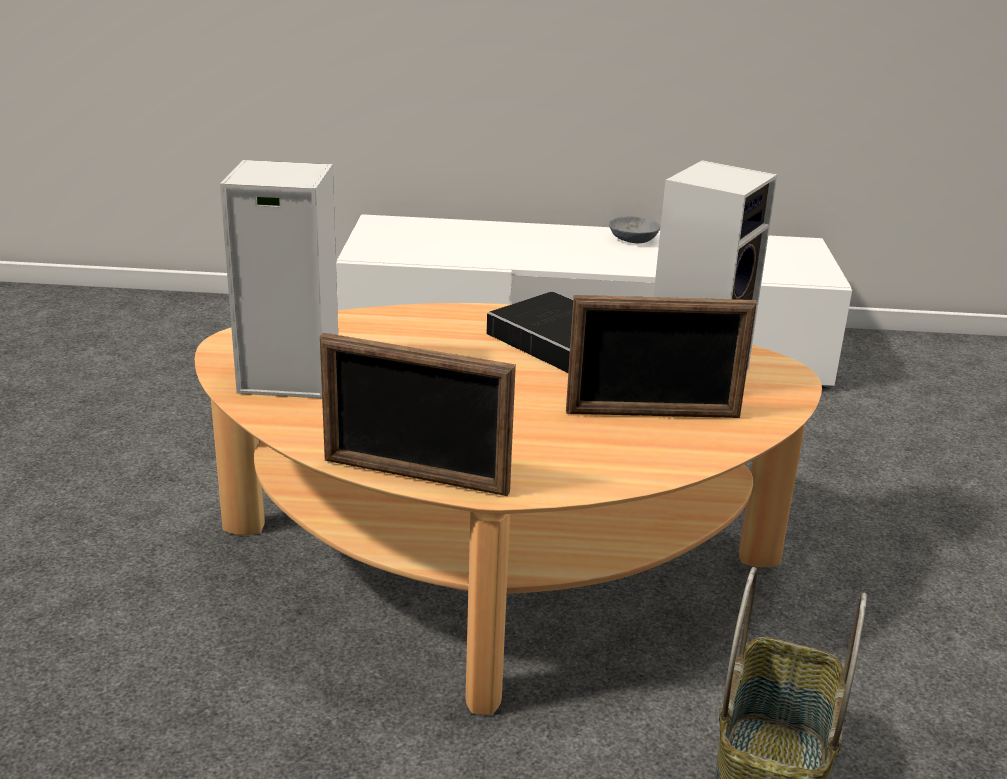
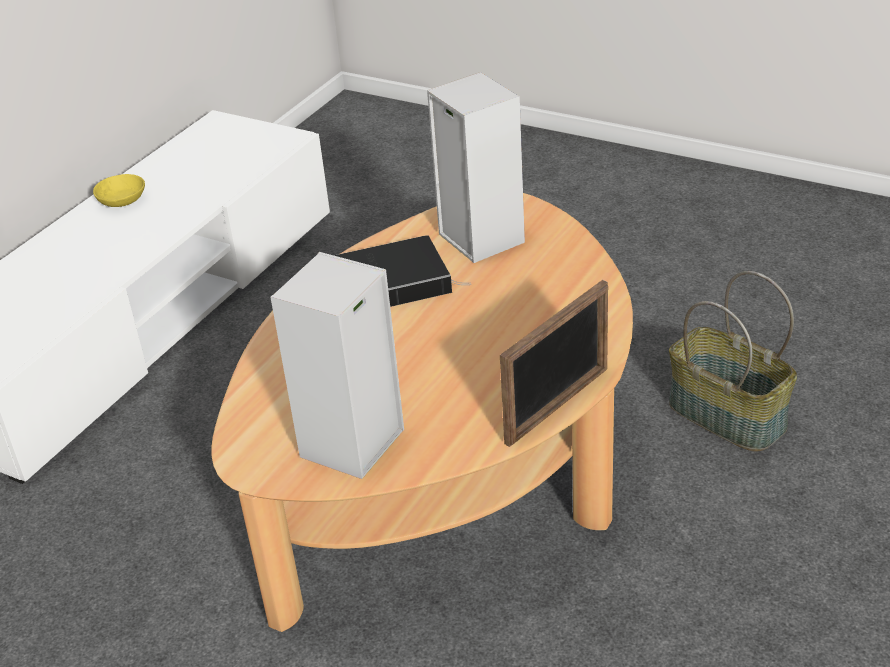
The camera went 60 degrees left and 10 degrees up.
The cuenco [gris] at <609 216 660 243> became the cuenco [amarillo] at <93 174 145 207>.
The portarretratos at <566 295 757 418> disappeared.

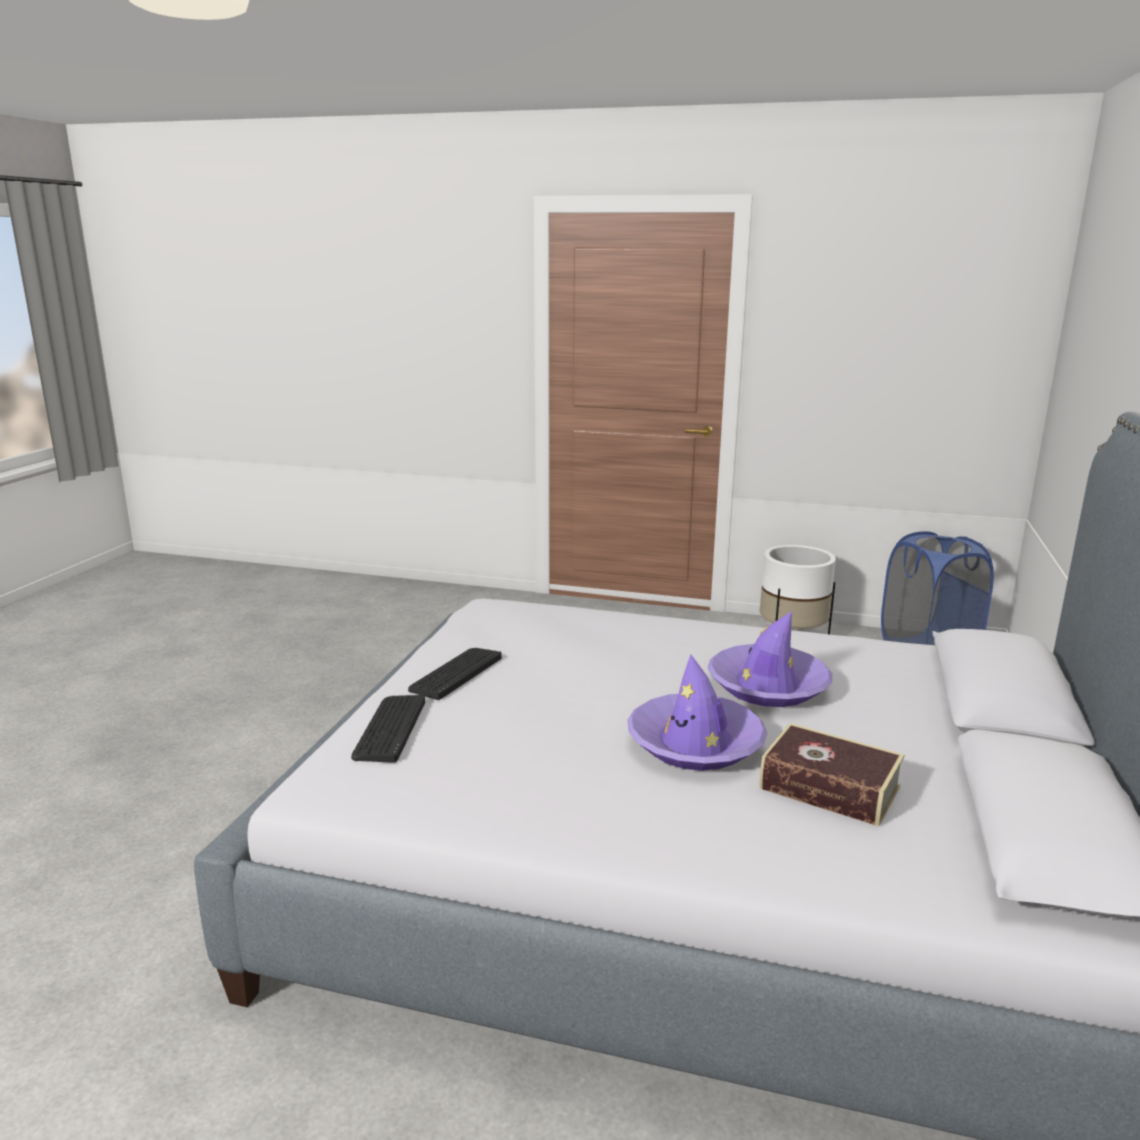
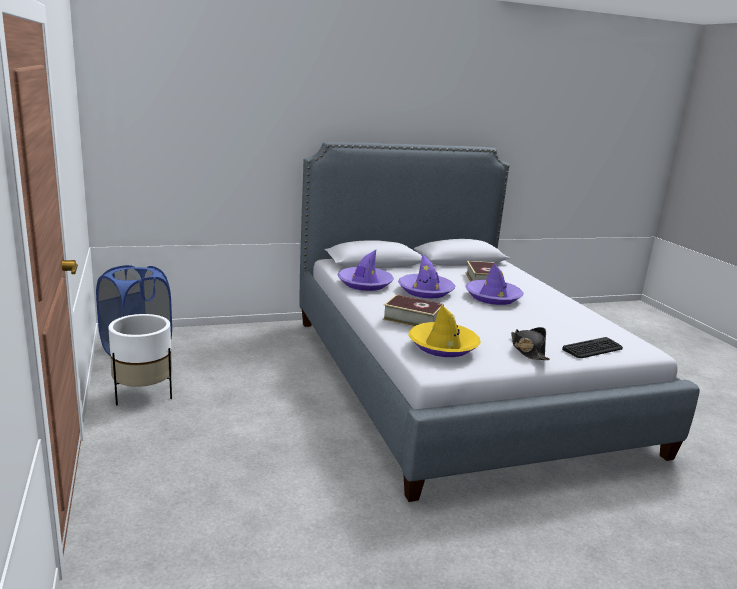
The camera went 125 degrees left and 0 degrees up.
The teclado at <408 648 502 700> was replaced by the sombrero [negro] at <511 327 550 360>.
The sombrero [morado] at <337 250 394 291> appeared.
The libro at <383 294 444 327> appeared.
The sombrero [amarillo] at <409 305 481 357> appeared.

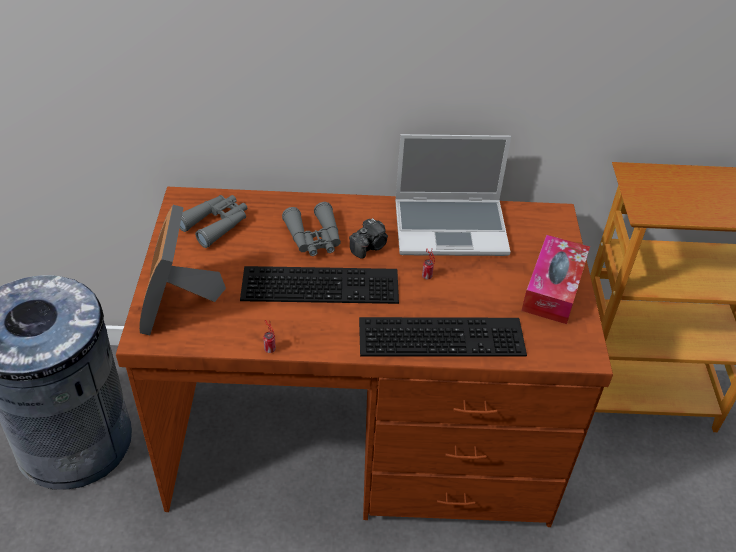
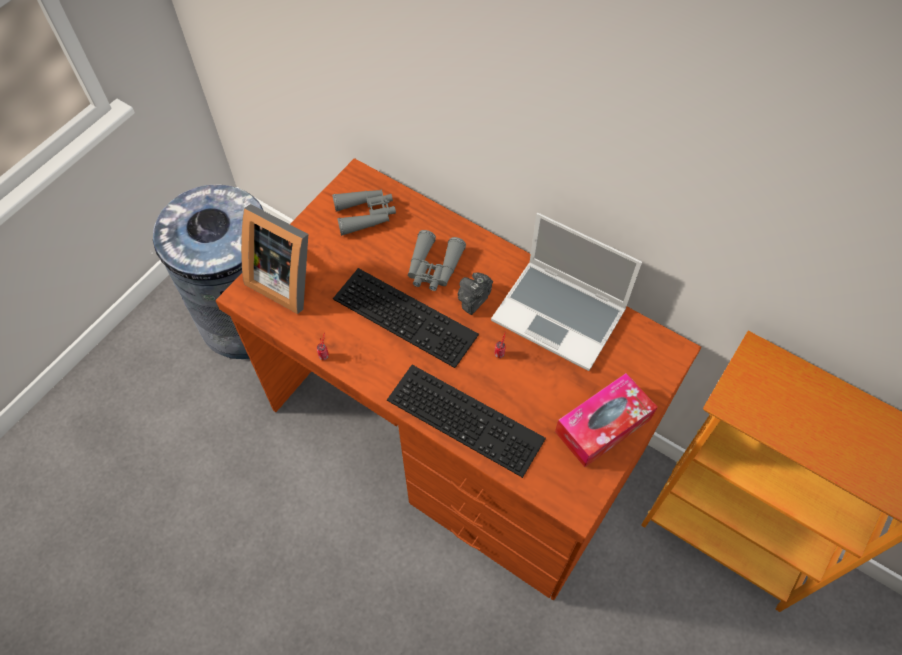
The camera went 35 degrees right and 15 degrees up.
The portarretratos at <139 205 226 335> turned 90 degrees counterclockwise.
The cámara at <349 218 388 259> turned 135 degrees clockwise.

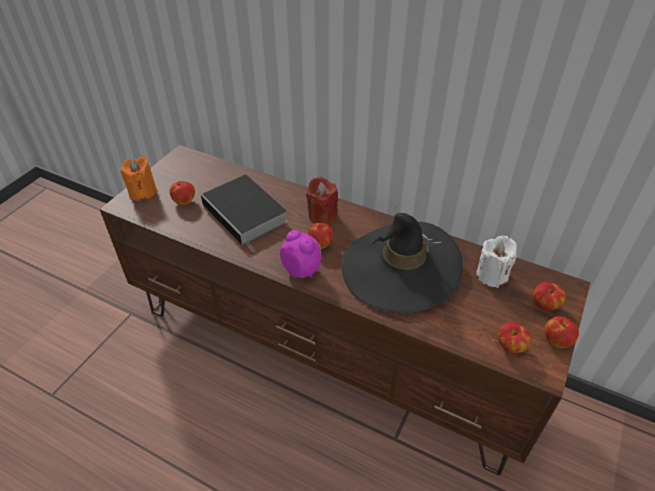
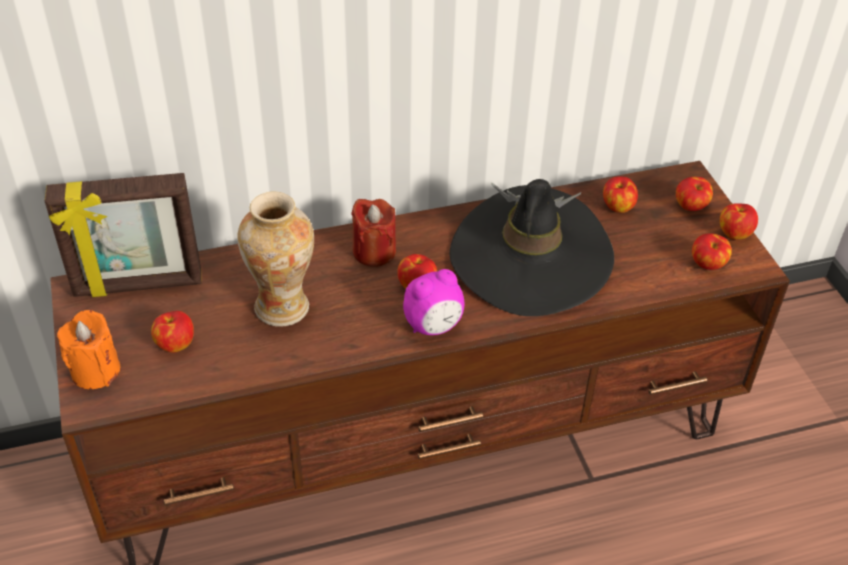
The camera went 45 degrees left and 0 degrees up.
The libro at <201 175 287 252> was replaced by the florero at <238 191 314 327>.
The despertador at <280 230 321 278> turned 150 degrees clockwise.
The vela [blanco] at <476 235 517 288> was replaced by the manzana at <603 176 638 213>.
The portarretratos at <44 173 202 297> appeared.

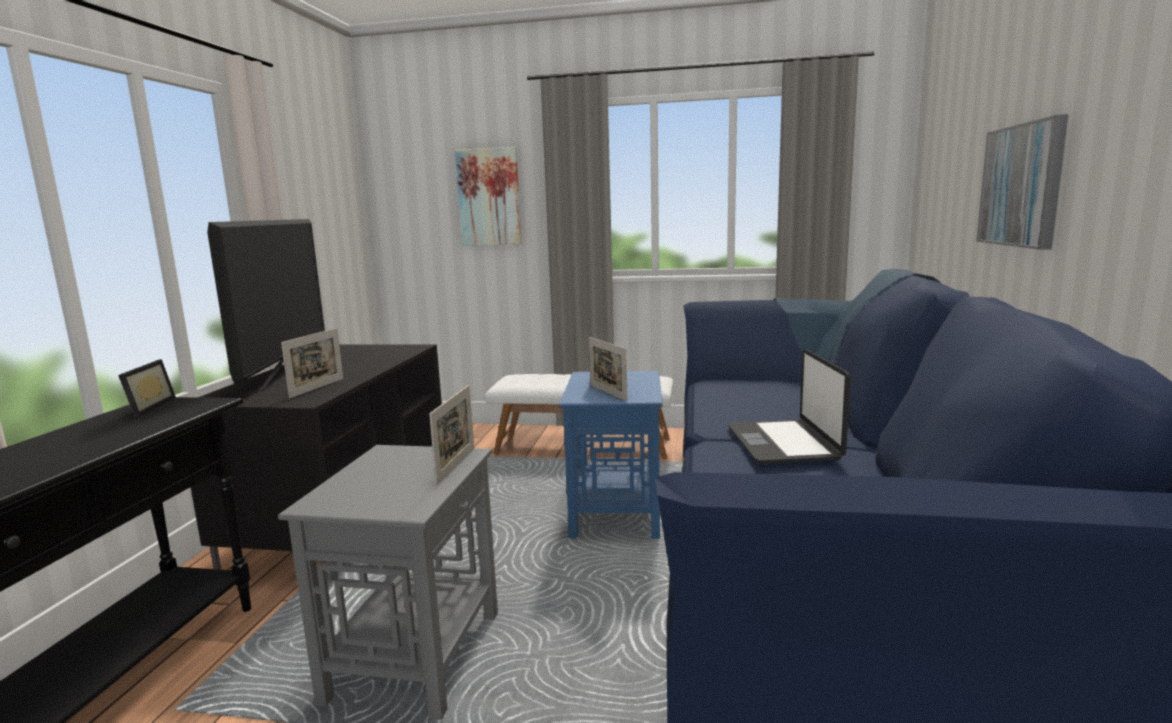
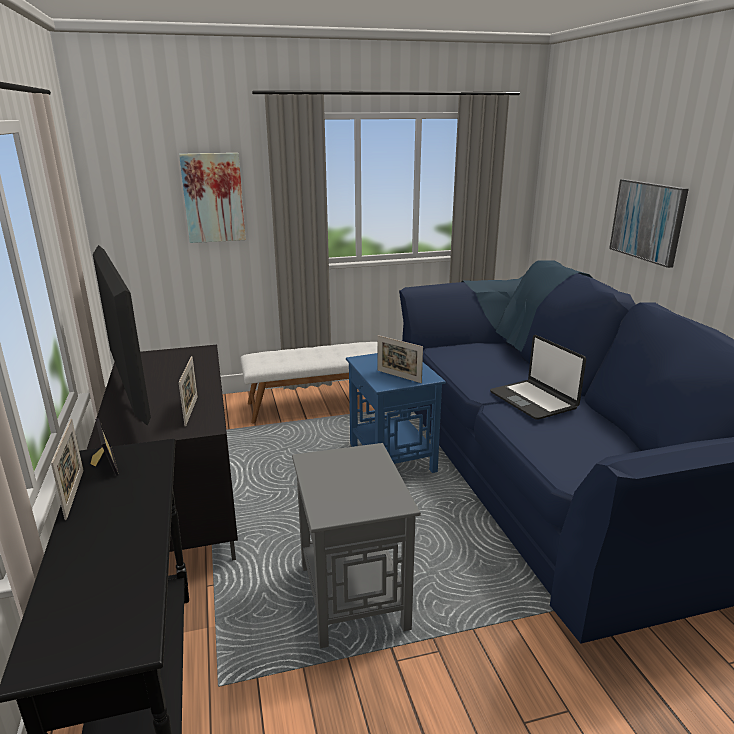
The camera went 25 degrees left and 10 degrees up.
The portarretratos moved from <429 385 474 486> to <51 419 84 520>.

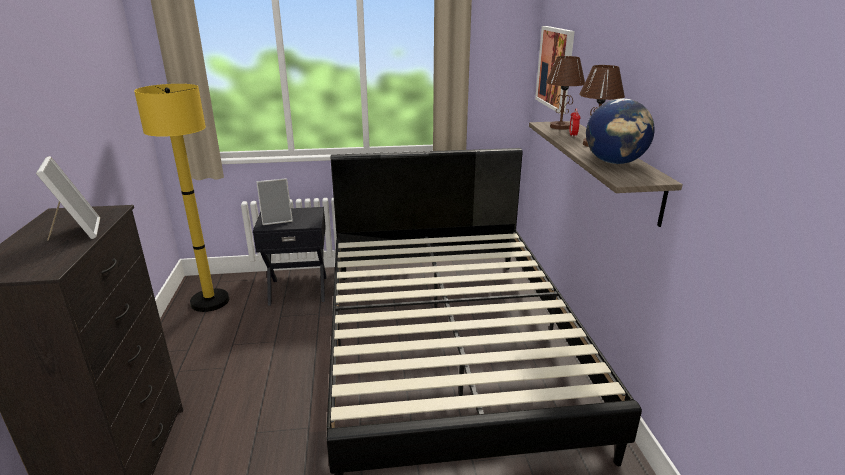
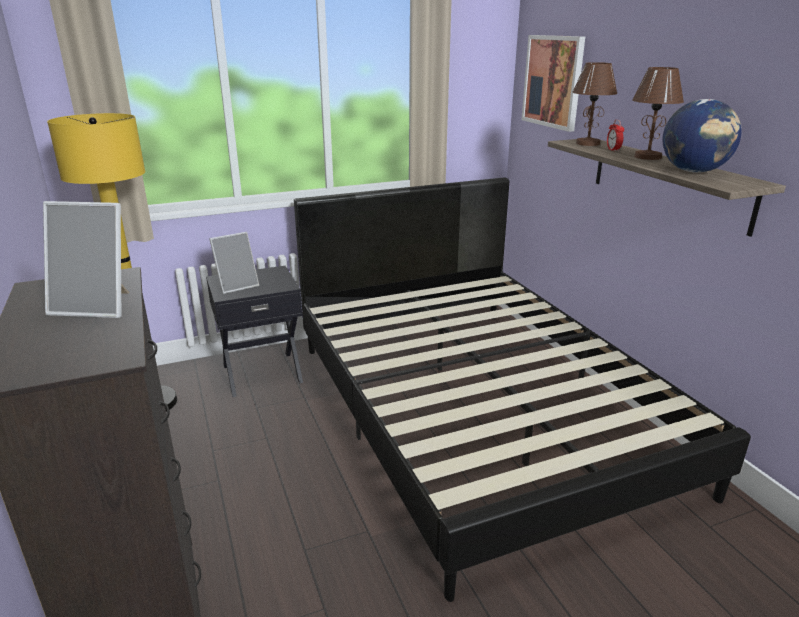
The camera went 15 degrees left and 0 degrees up.
The portarretratos at <36 156 100 240> turned 135 degrees clockwise.

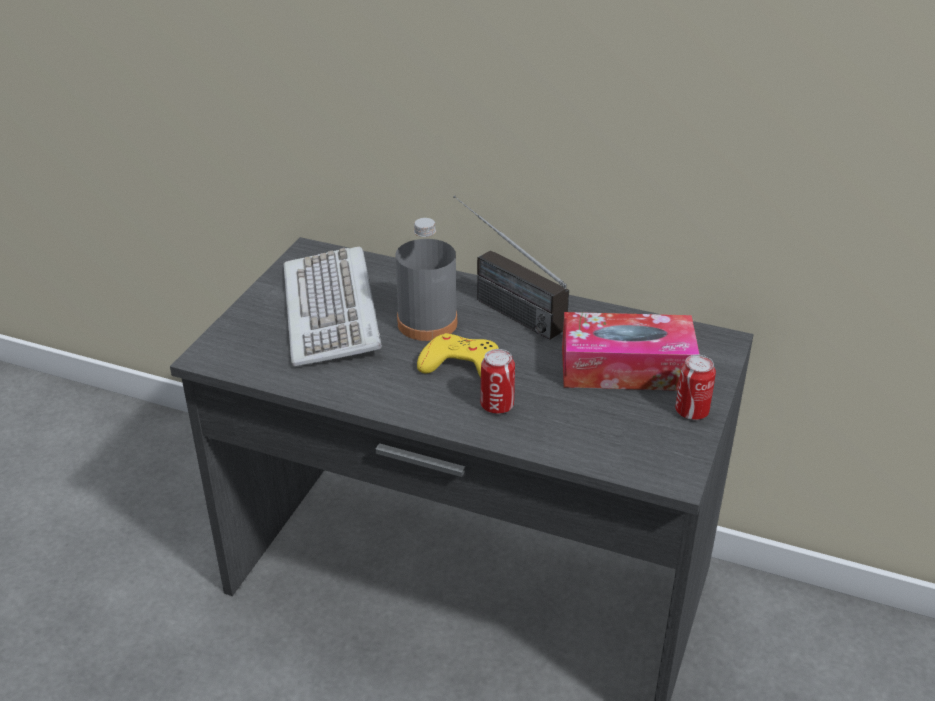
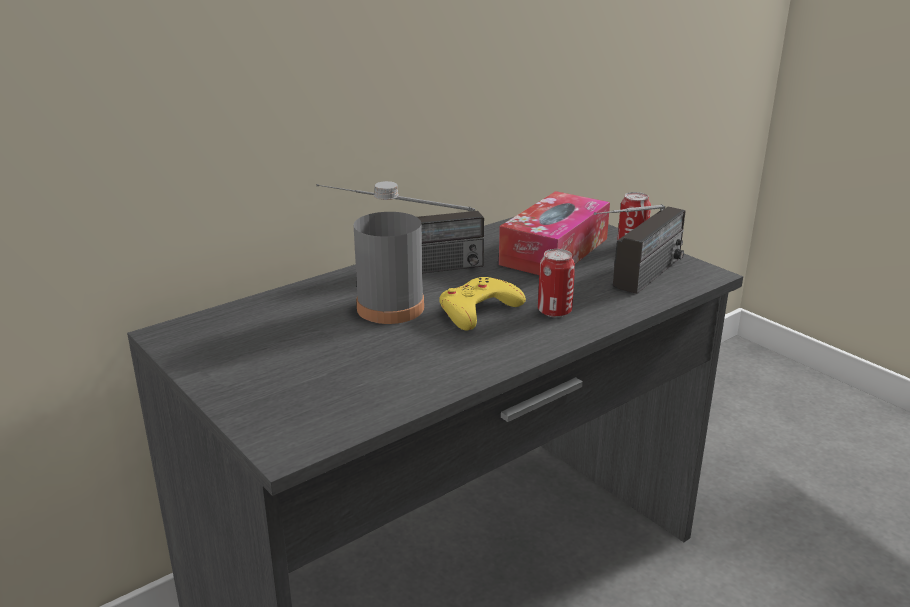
The camera went 60 degrees left and 10 degrees down.
The teclado at <284 246 382 367> disappeared.
The radio at <594 204 686 294> appeared.

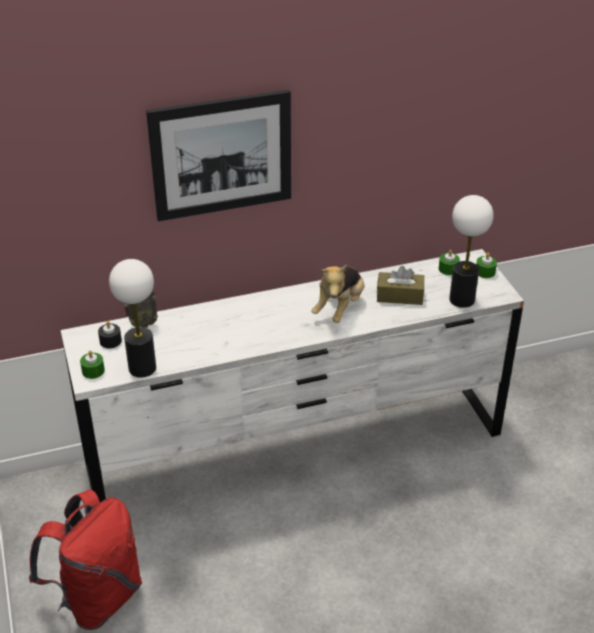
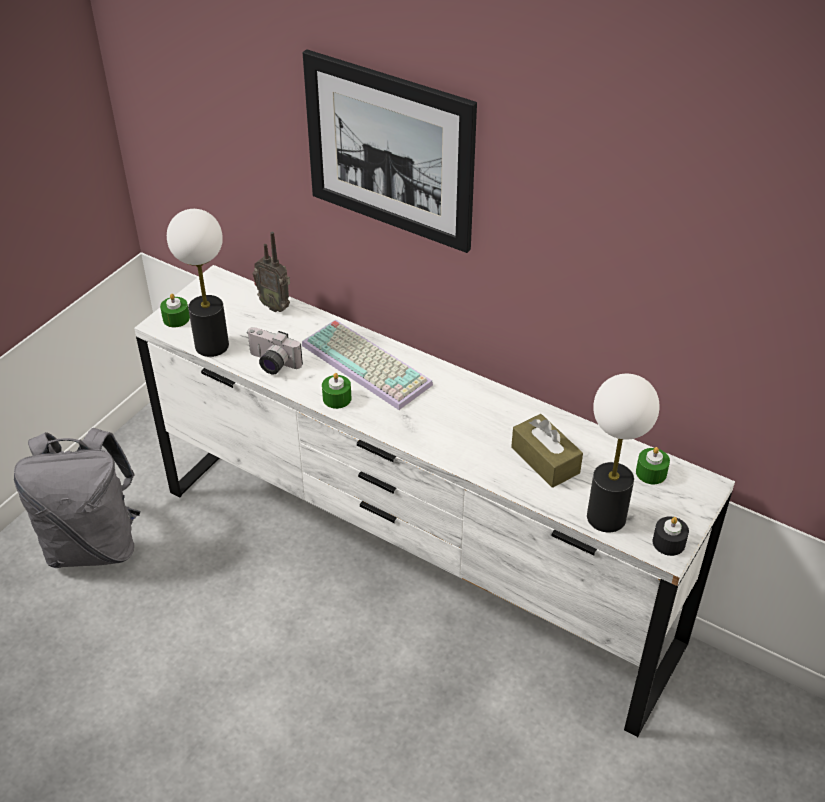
The camera went 50 degrees right and 5 degrees up.
The vela [verde] moved from <476 253 497 278> to <322 373 352 409>.
The peluche at <311 265 365 323> disappeared.
The vela [negro] moved from <98 321 122 348> to <653 516 689 556>.
The mochila [rojo] at <29 490 142 630> became the mochila [gris] at <14 428 141 568>.
The teclado at <302 319 433 410> appeared.
The cámara at <246 327 303 375> appeared.

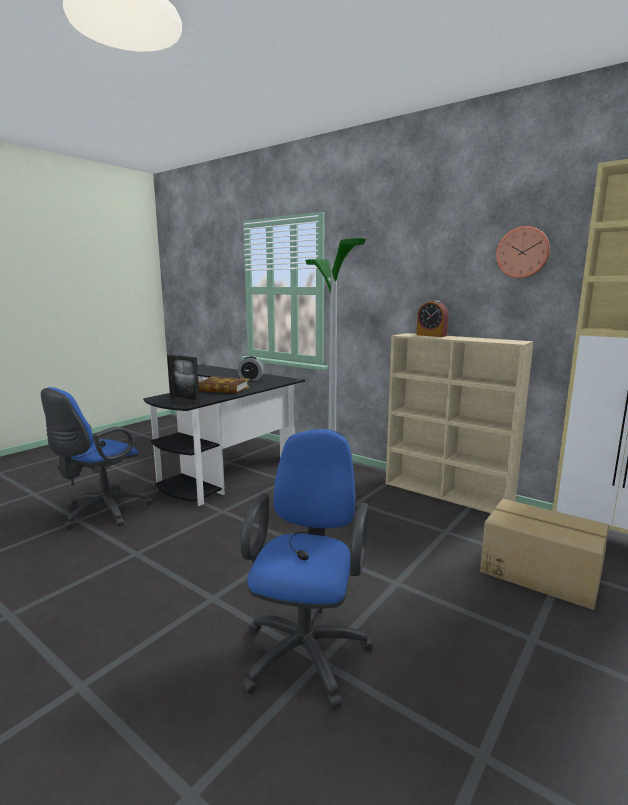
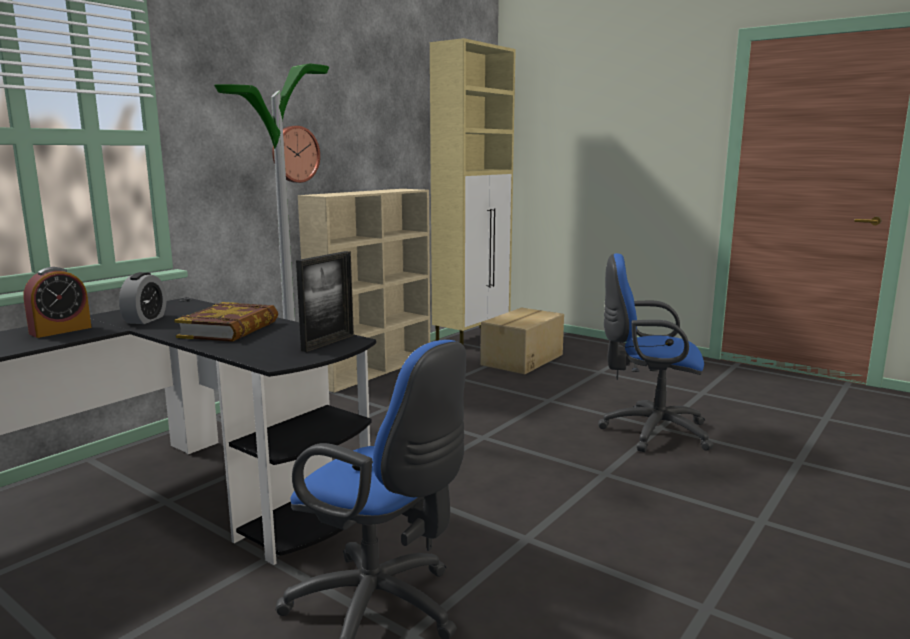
The camera went 90 degrees left and 0 degrees up.
The reloj de pared moved from <496 226 550 278> to <272 126 320 183>.
The despertador moved from <416 300 448 337> to <24 267 92 338>.

